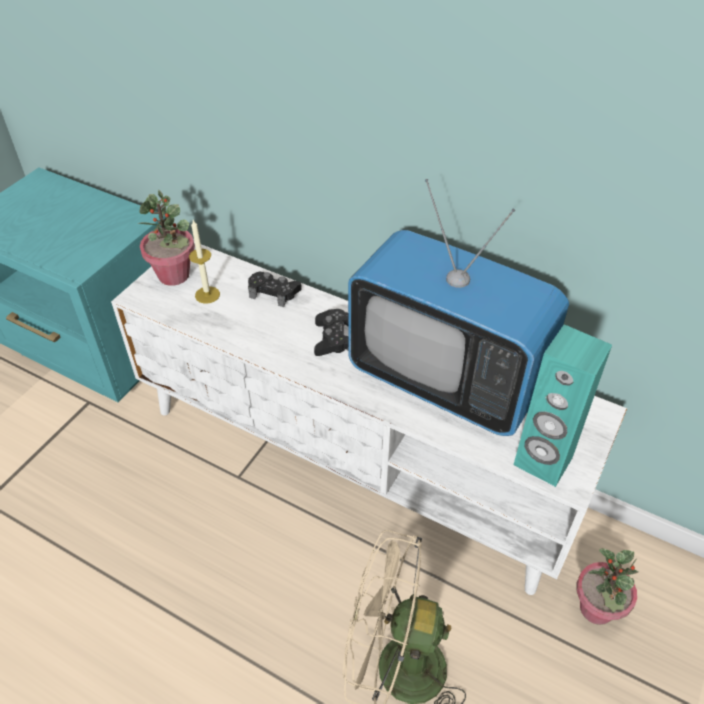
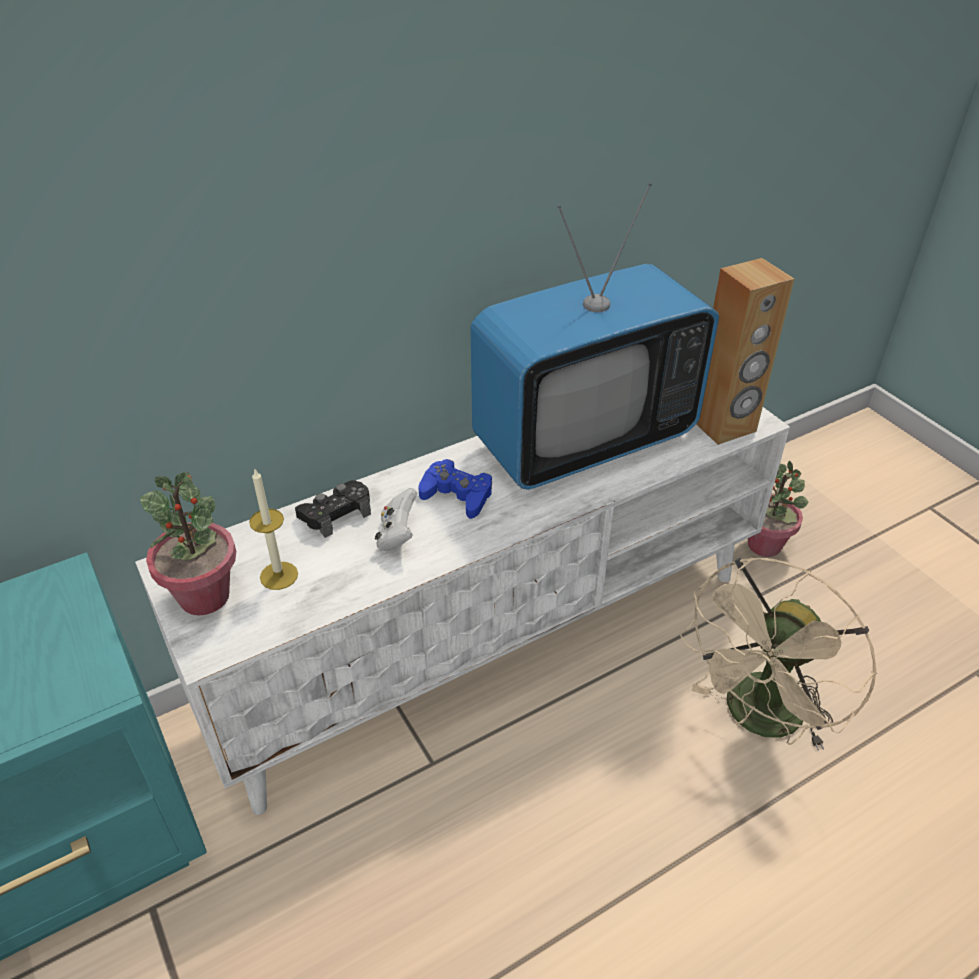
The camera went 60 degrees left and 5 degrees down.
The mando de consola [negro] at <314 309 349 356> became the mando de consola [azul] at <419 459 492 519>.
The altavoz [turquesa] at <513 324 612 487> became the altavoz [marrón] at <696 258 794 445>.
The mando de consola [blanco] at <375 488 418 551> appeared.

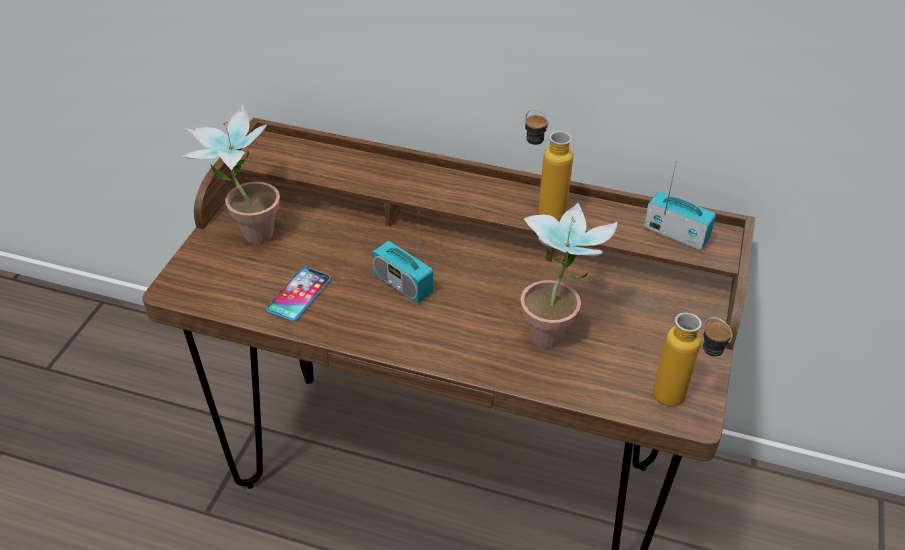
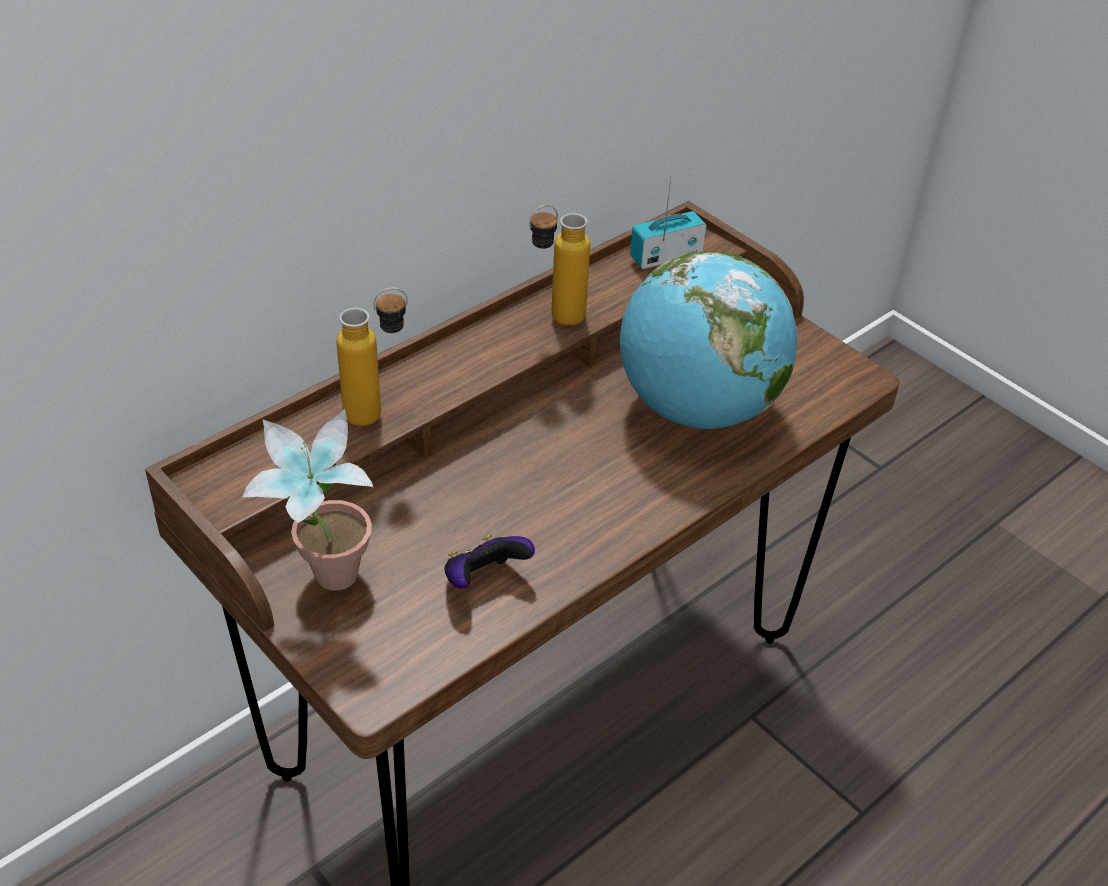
The camera went 60 degrees left and 0 degrees up.
The planta en maceta at <521 203 617 349> was replaced by the globo terráqueo at <620 251 797 429>.
The radio at <372 212 433 303> disappeared.
The móvil at <266 267 331 322> was replaced by the mando de consola at <444 534 535 589>.
The botella moved from <653 312 732 407> to <336 288 408 426>.

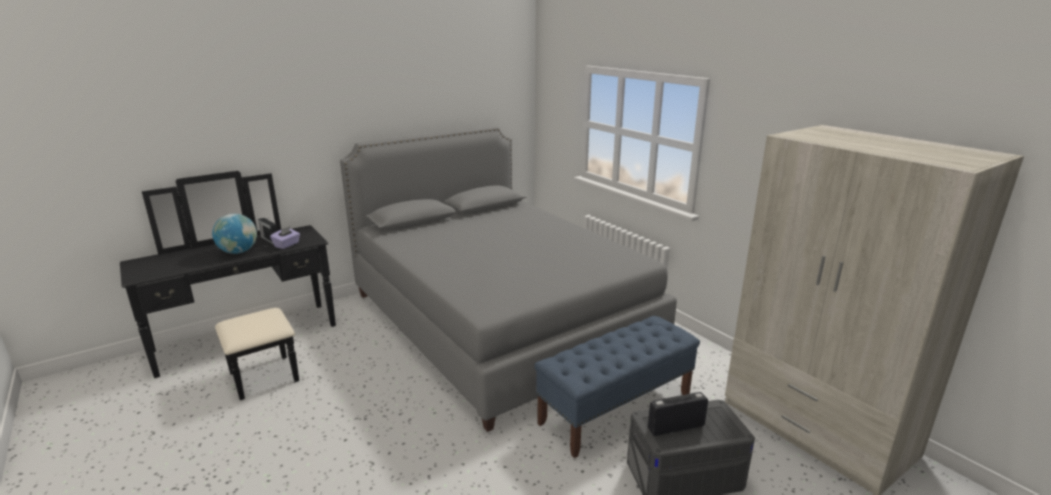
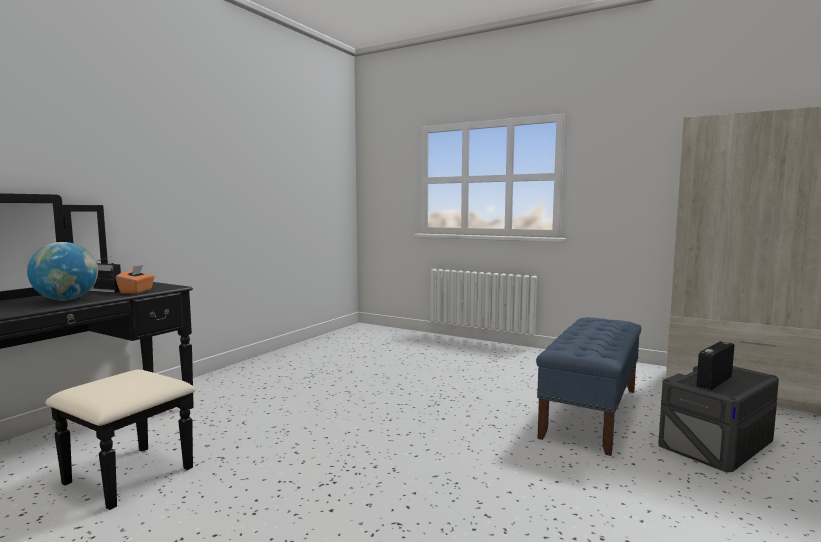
The camera went 25 degrees left and 15 degrees down.
The cama [gris] at <340 126 677 432> disappeared.
The caja de pañuelos [morado] at <270 226 300 249> became the caja de pañuelos [naranja] at <116 265 155 294>.

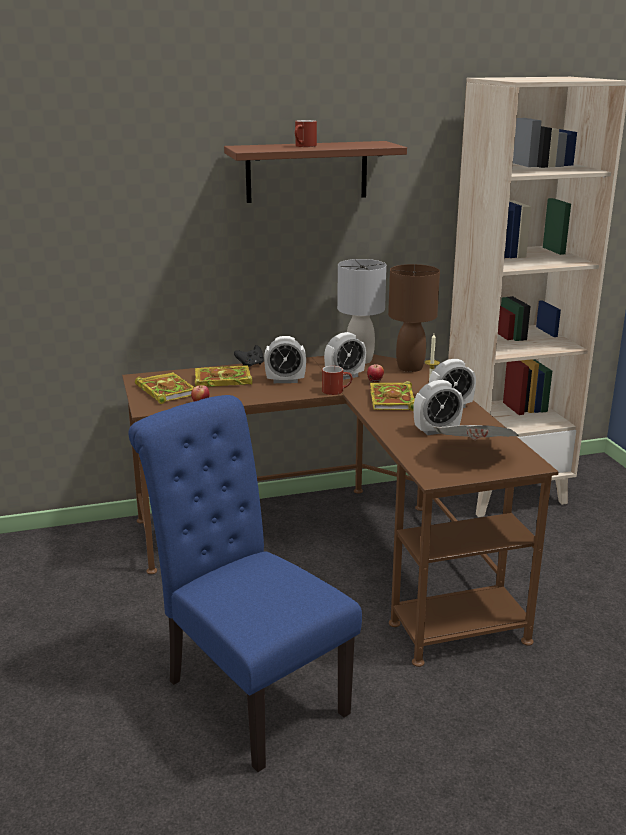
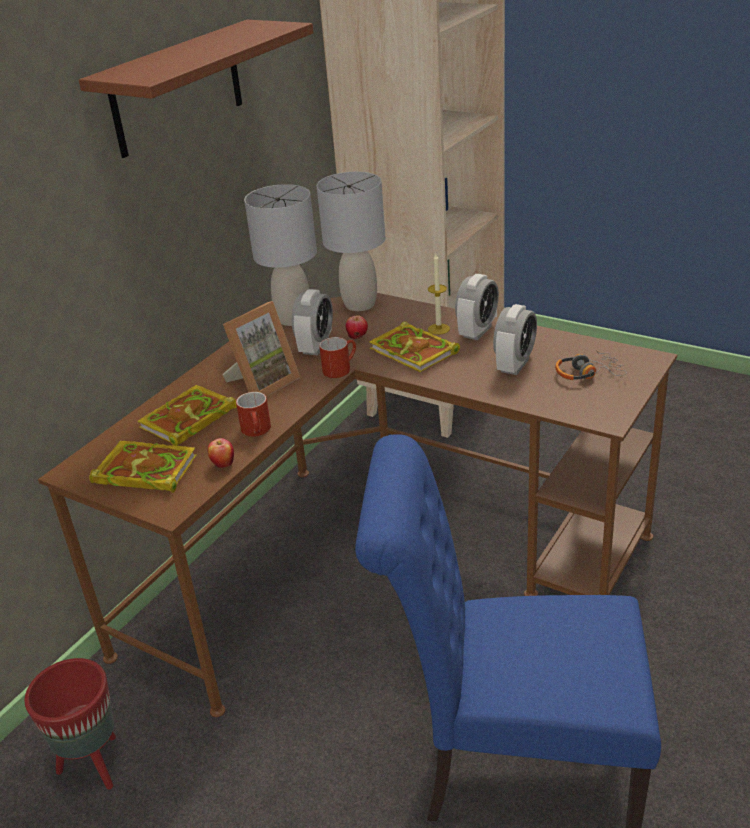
The camera went 40 degrees left and 10 degrees up.
The taza grande [rojo] moved from <295 120 317 147> to <236 392 271 437>.
The lámpara de mesa [marrón] at <388 264 440 372> became the lámpara de mesa [gris] at <317 172 386 311>.
The despertador at <264 336 306 383> was replaced by the portarretratos at <222 301 301 397>.
The mando de consola [negro] at <234 345 264 367> disappeared.
The periódico at <434 425 519 440> was replaced by the auriculares at <555 350 627 380>.
The maceta [rojo] at <24 658 116 789> appeared.

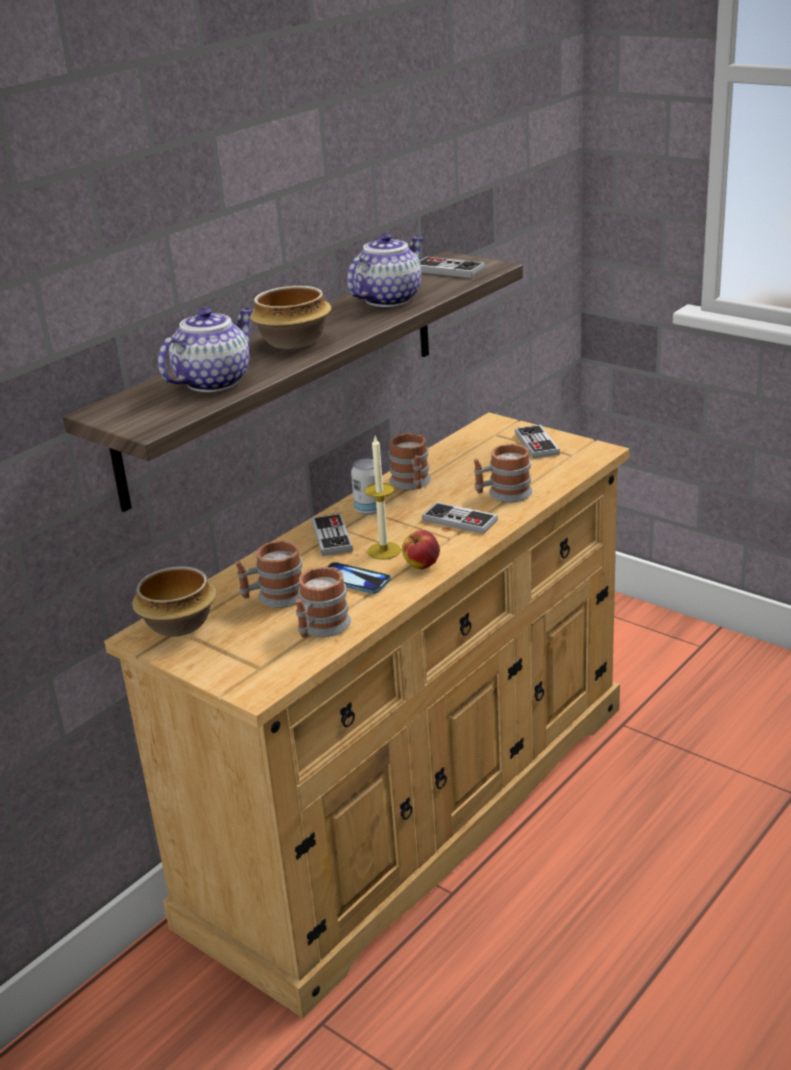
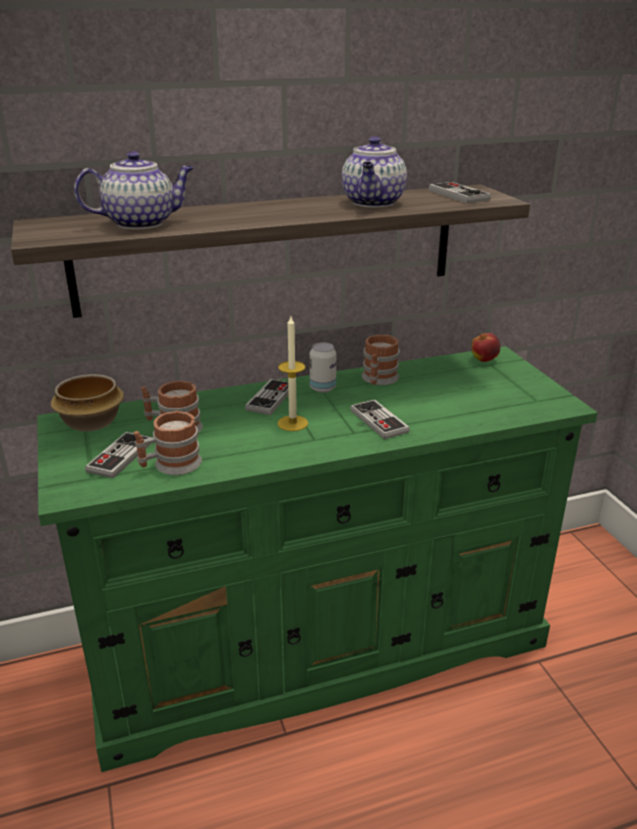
The camera went 30 degrees right and 0 degrees up.
The tetera at <347 233 423 307> turned 120 degrees clockwise.
The cuenco at <250 286 331 349> disappeared.
The cómoda [beis] at <104 412 629 1018> became the cómoda [verde] at <37 346 598 772>.
The mando de consola moved from <515 424 560 459> to <85 432 152 478>.
The taza grande at <474 443 533 502> disappeared.
The manzana moved from <402 530 440 569> to <472 333 500 362>.
The móvil at <327 562 391 594> disappeared.

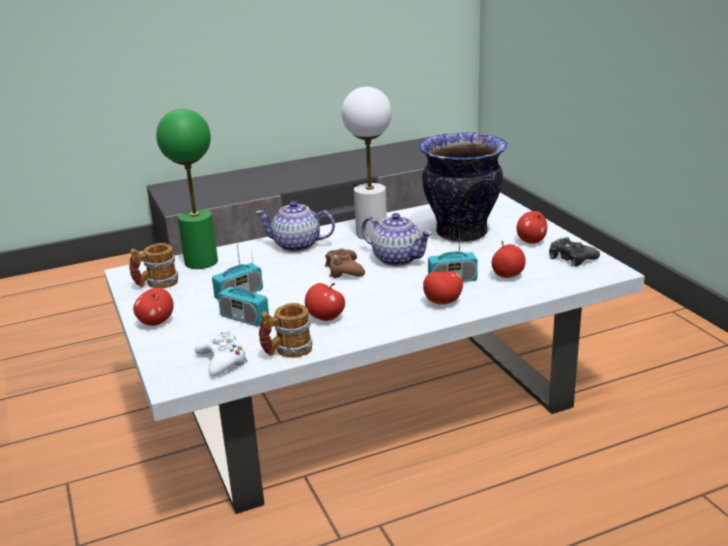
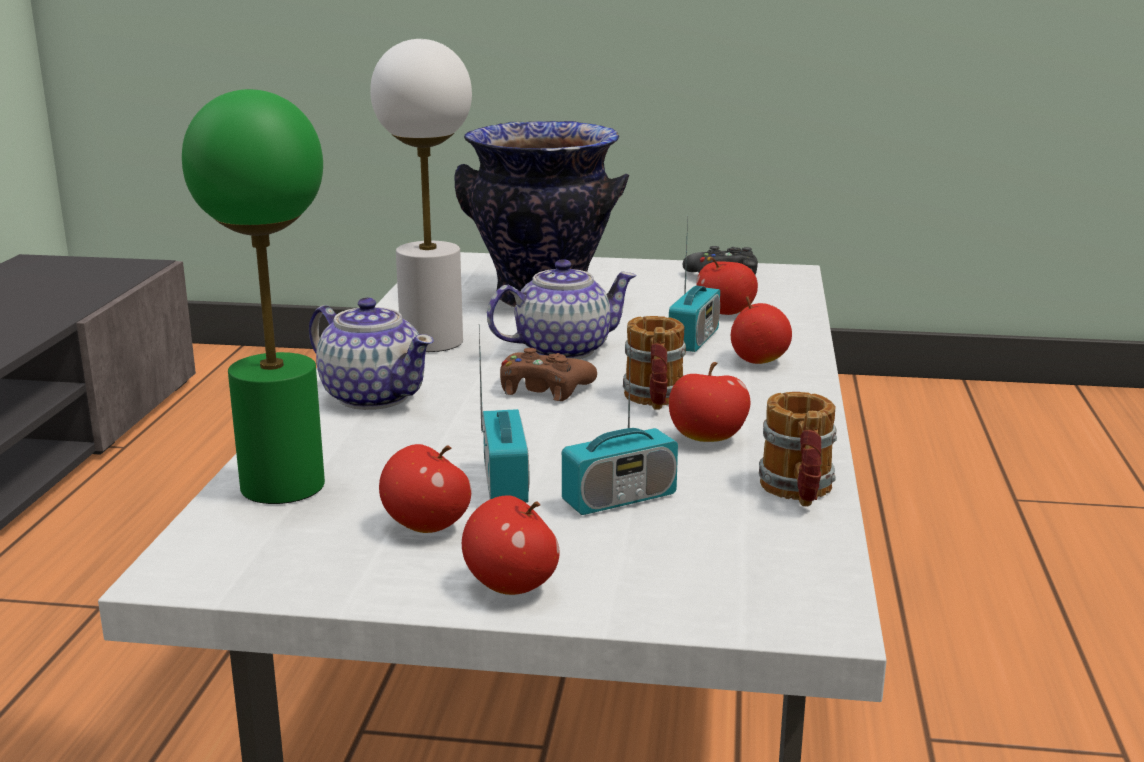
The camera went 60 degrees left and 5 degrees down.
The tetera at <255 201 335 252> turned 90 degrees counterclockwise.
The manzana moved from <516 211 547 244> to <379 444 471 533>.
The taza grande moved from <129 243 178 288> to <623 316 686 410>.
The mando de consola [blanco] at <195 329 247 376> disappeared.

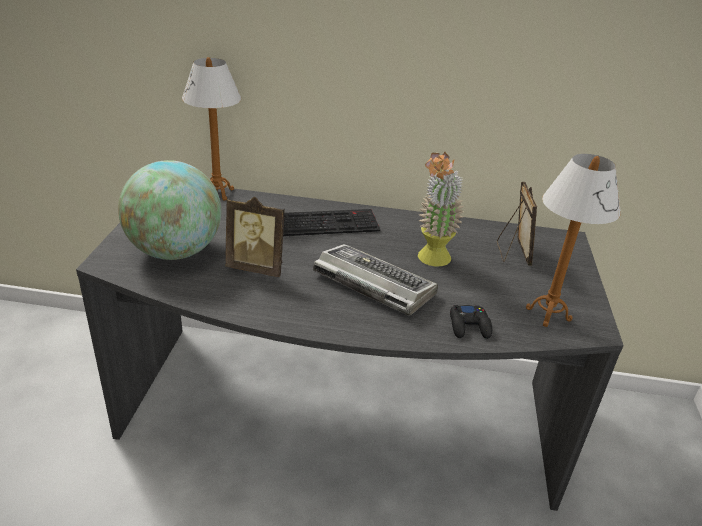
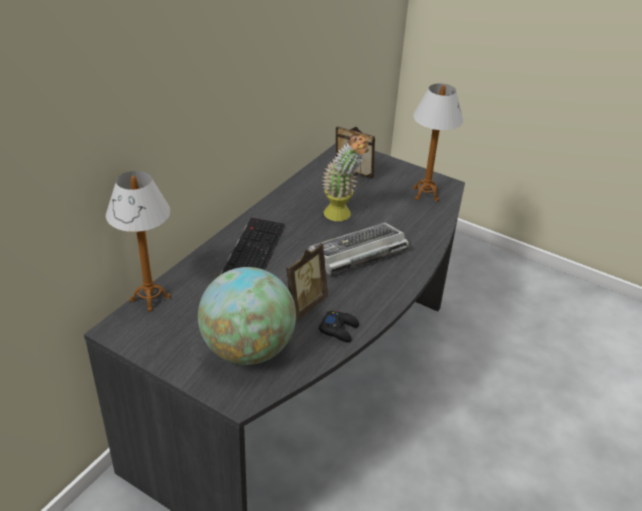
The camera went 65 degrees left and 5 degrees up.
The mando de consola [negro] moved from <450 305 492 339> to <319 311 359 343>.

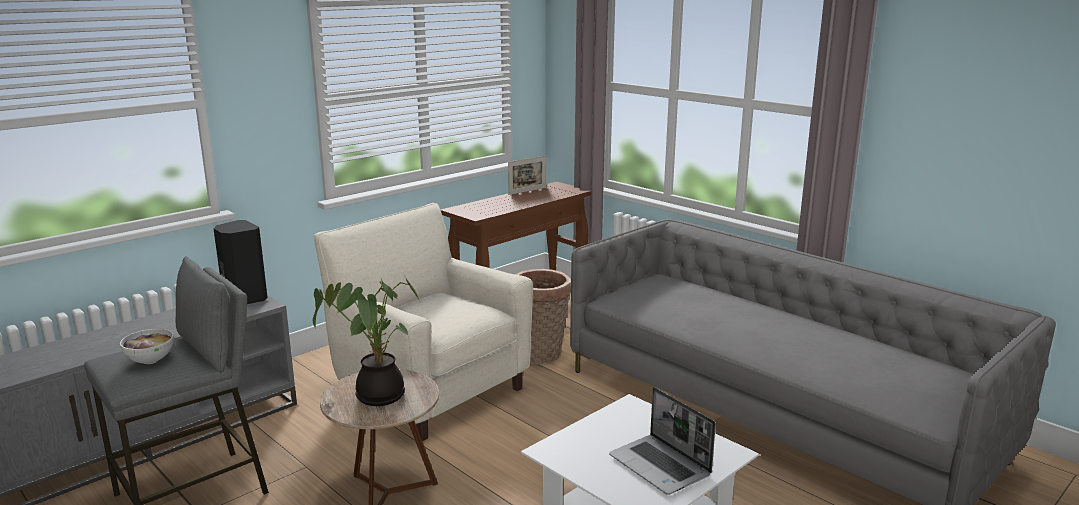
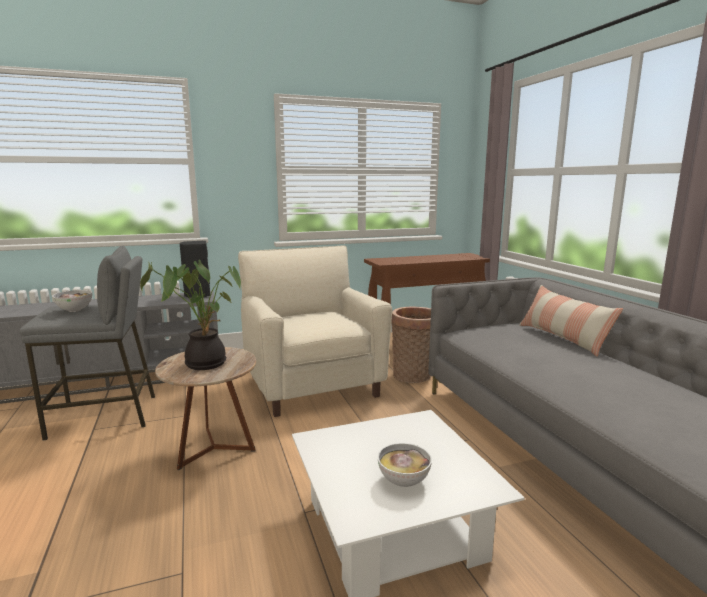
The camera went 25 degrees right and 5 degrees down.
The portarretratos at <508 156 546 195> disappeared.
The portátil at <609 387 716 495> was replaced by the cuenco at <378 443 432 487>.
The cojín at <519 285 623 357> appeared.

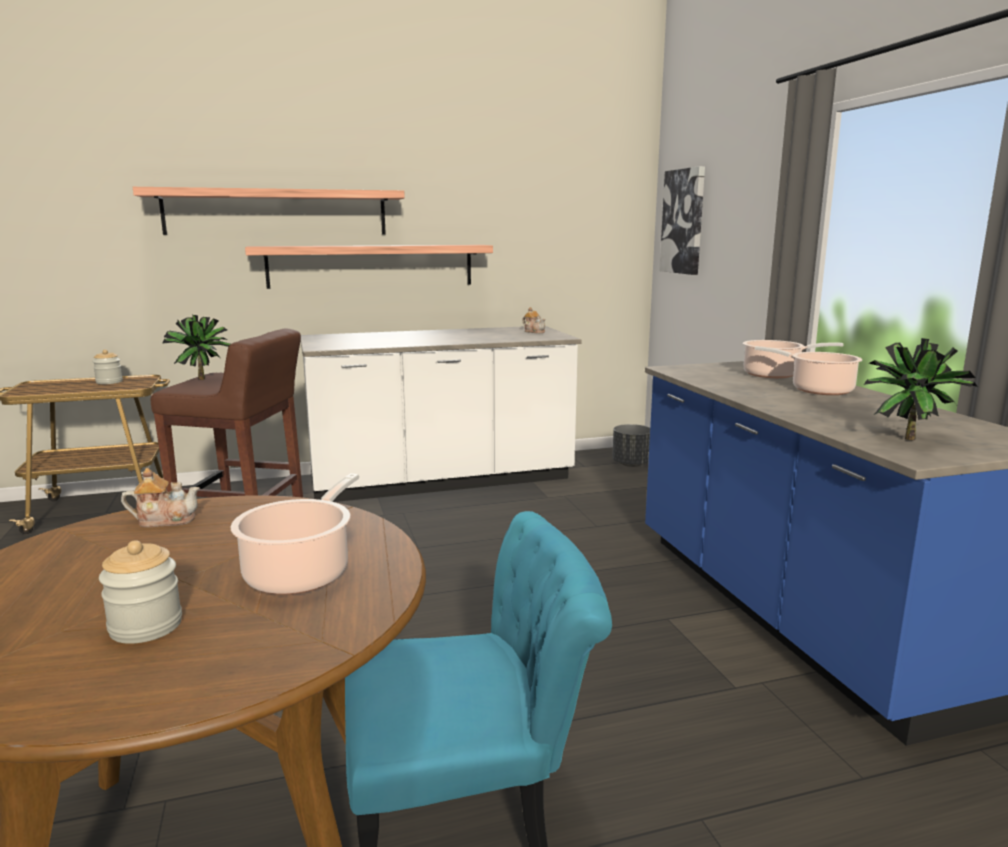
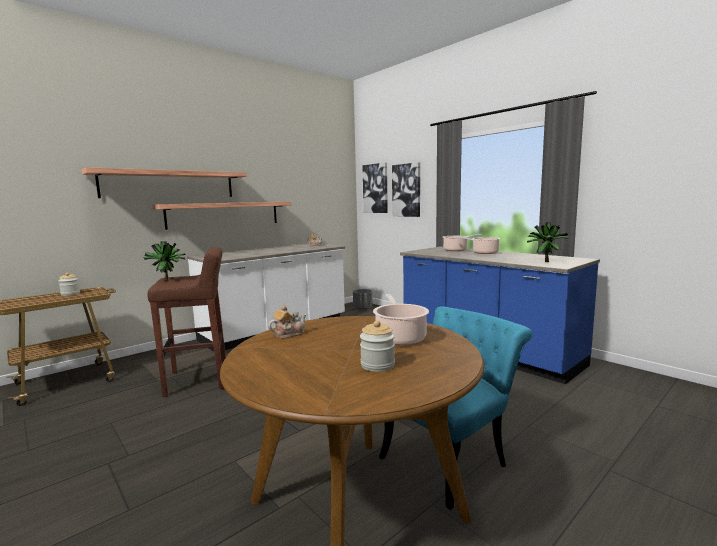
The camera went 25 degrees left and 5 degrees down.
The cuadro at <392 162 420 217> appeared.

